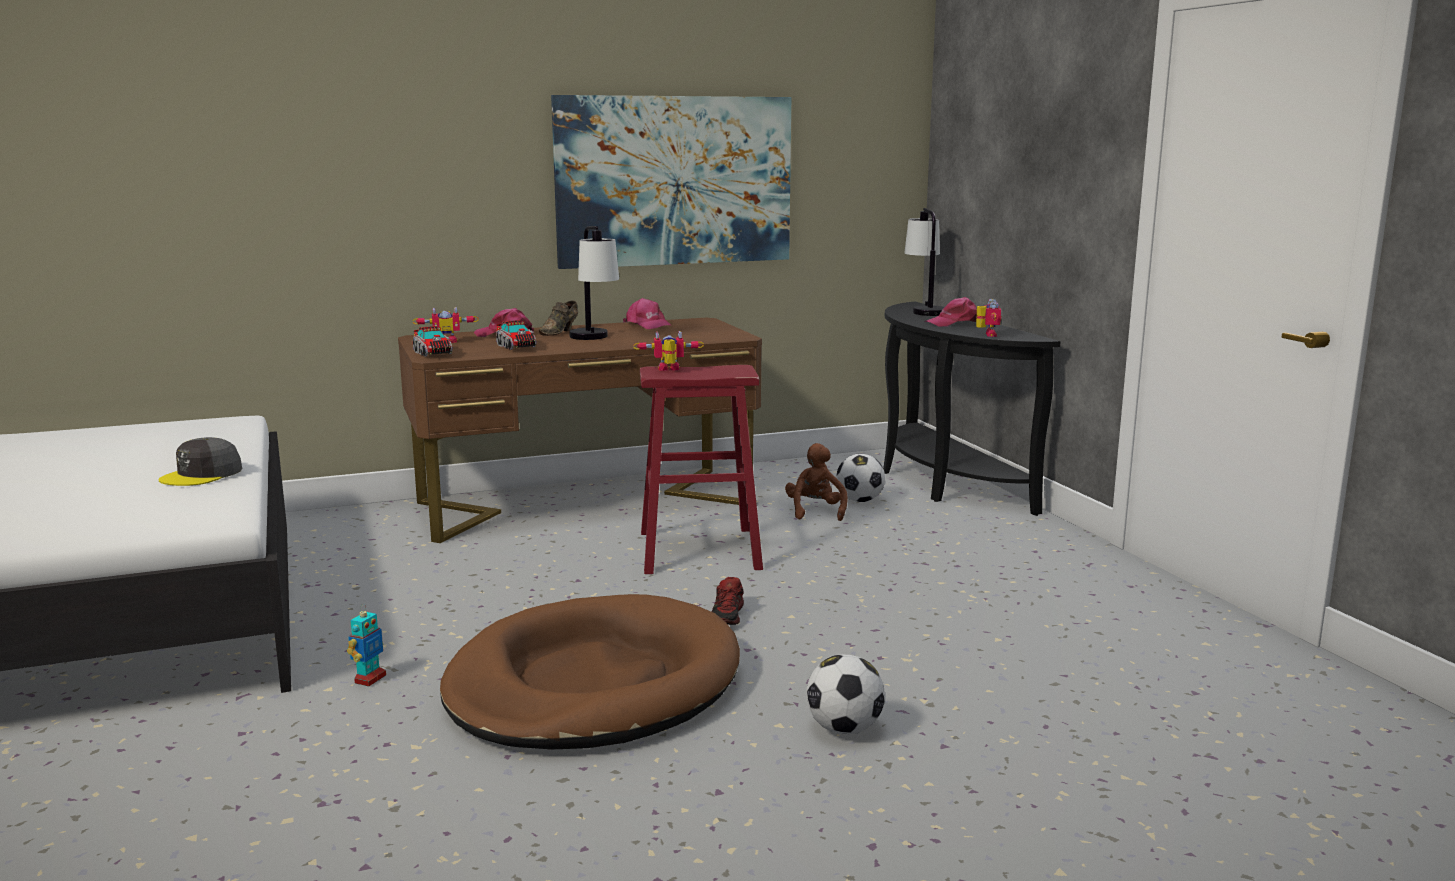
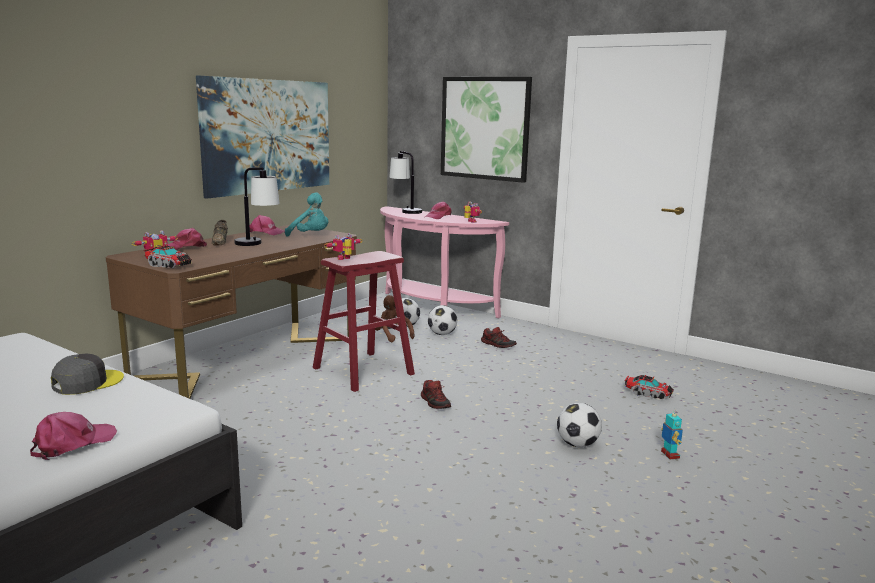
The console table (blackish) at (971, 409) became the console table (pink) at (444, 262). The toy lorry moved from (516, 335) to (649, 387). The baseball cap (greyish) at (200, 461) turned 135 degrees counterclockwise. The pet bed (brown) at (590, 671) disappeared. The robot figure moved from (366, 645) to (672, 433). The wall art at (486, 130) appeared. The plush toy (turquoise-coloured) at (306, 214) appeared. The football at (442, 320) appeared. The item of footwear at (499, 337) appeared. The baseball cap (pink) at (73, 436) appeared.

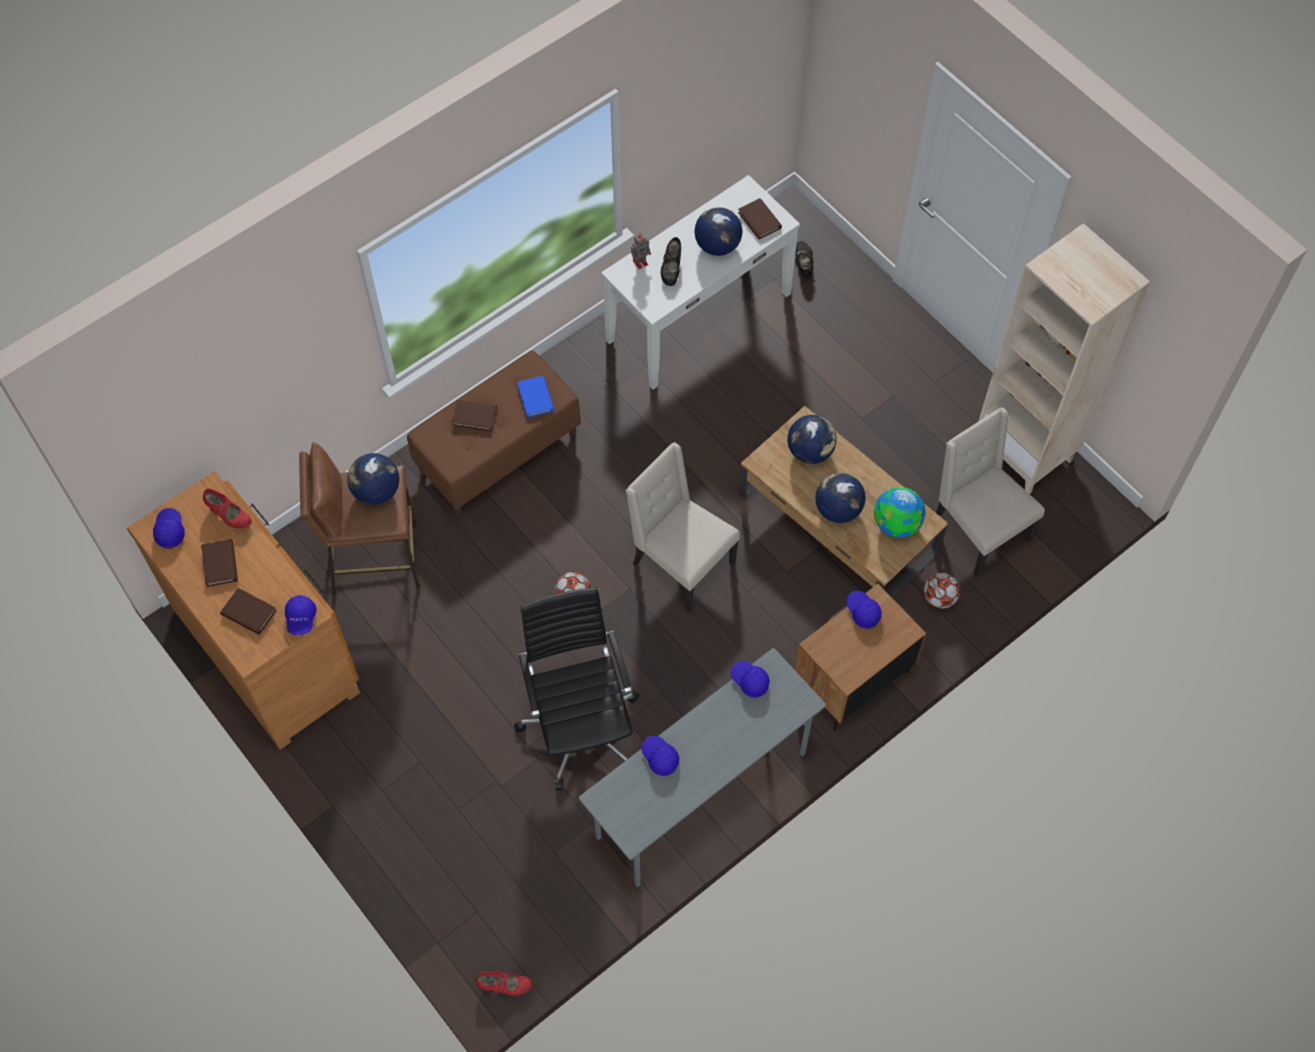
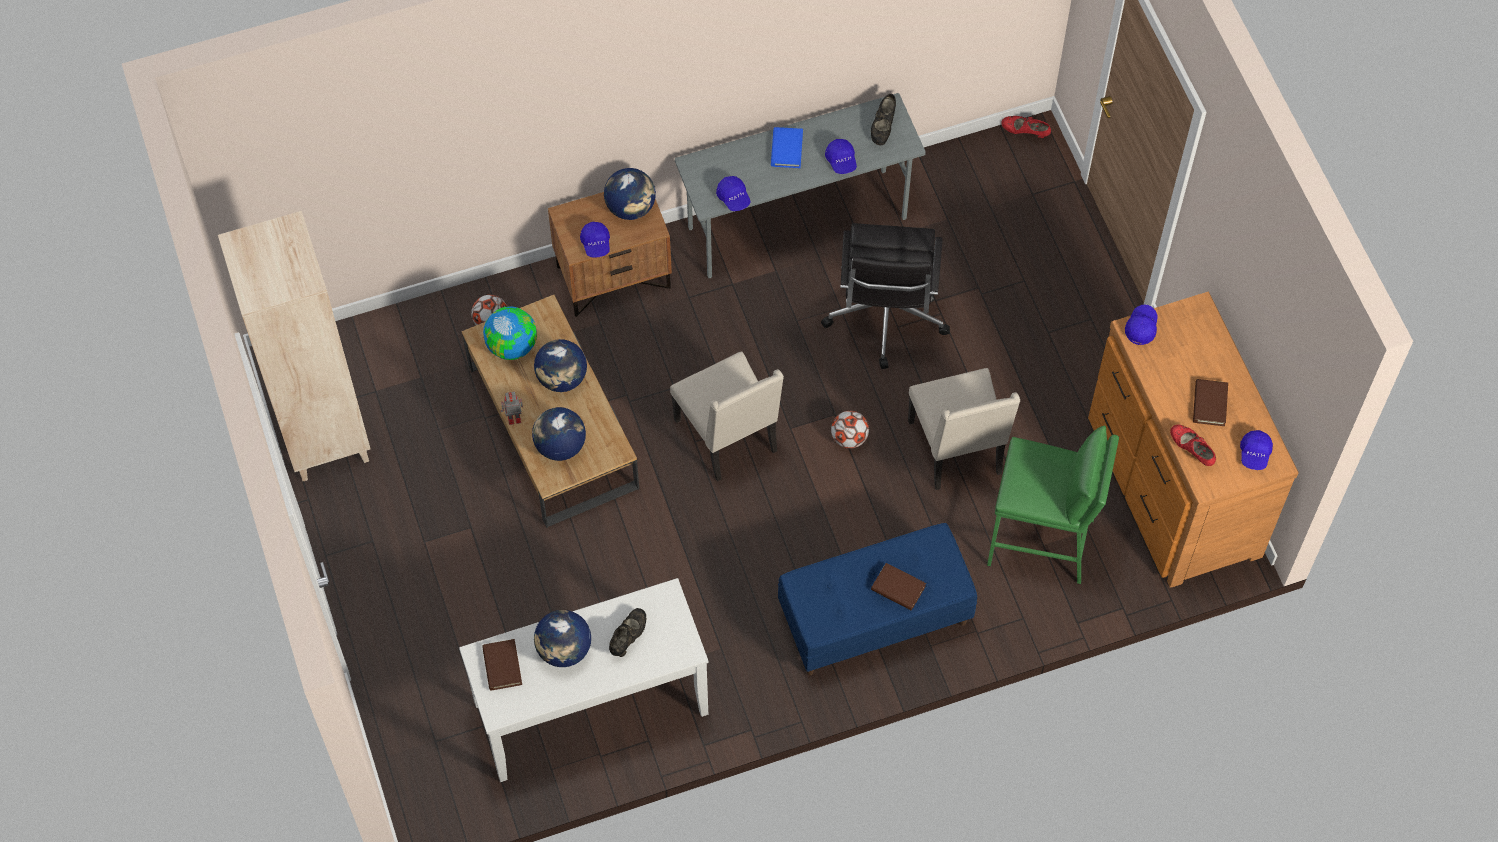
The robot figure moved from (641, 251) to (511, 408). The item of footwear (blackish) moved from (804, 260) to (883, 119). The long seat (brown) at (494, 433) became the long seat (blue-coloured) at (877, 599). The bound book (blue-coloured) moved from (535, 397) to (787, 147). The chair (sand-coloured) moved from (990, 492) to (964, 429). The stool (brown) at (359, 518) became the stool (green) at (1053, 505). The globe moved from (373, 479) to (630, 194). The bound book (brown) at (248, 611) disappeared.

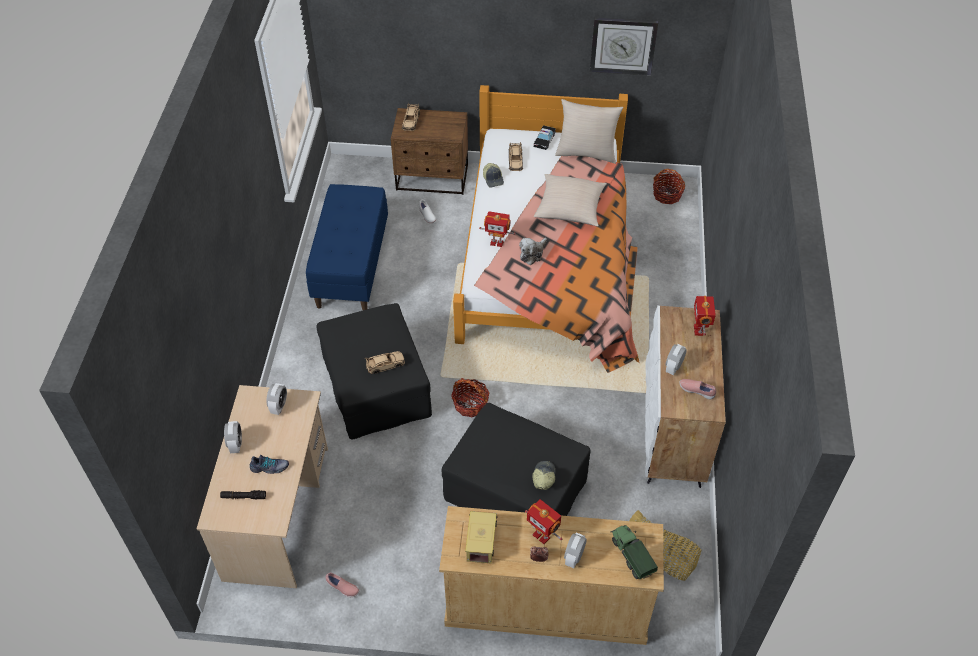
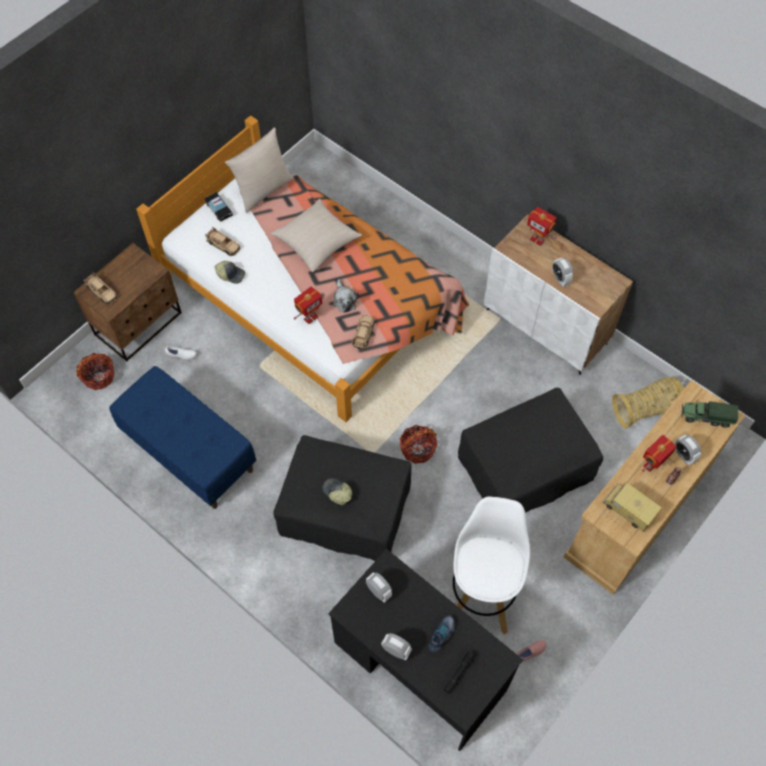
The wall clock at (624, 46) disappeared. The household basket moved from (669, 186) to (95, 371). The miniature car (sand-coloured) moved from (385, 362) to (363, 332). The item of footwear (pink) at (697, 389) disappeared. The desk unit (sand-coloured) at (262, 486) became the desk unit (blackish) at (425, 650). The baseball cap moved from (544, 475) to (337, 491). The robot figure at (543, 521) turned 150 degrees clockwise. The stool (white) at (491, 565) appeared.

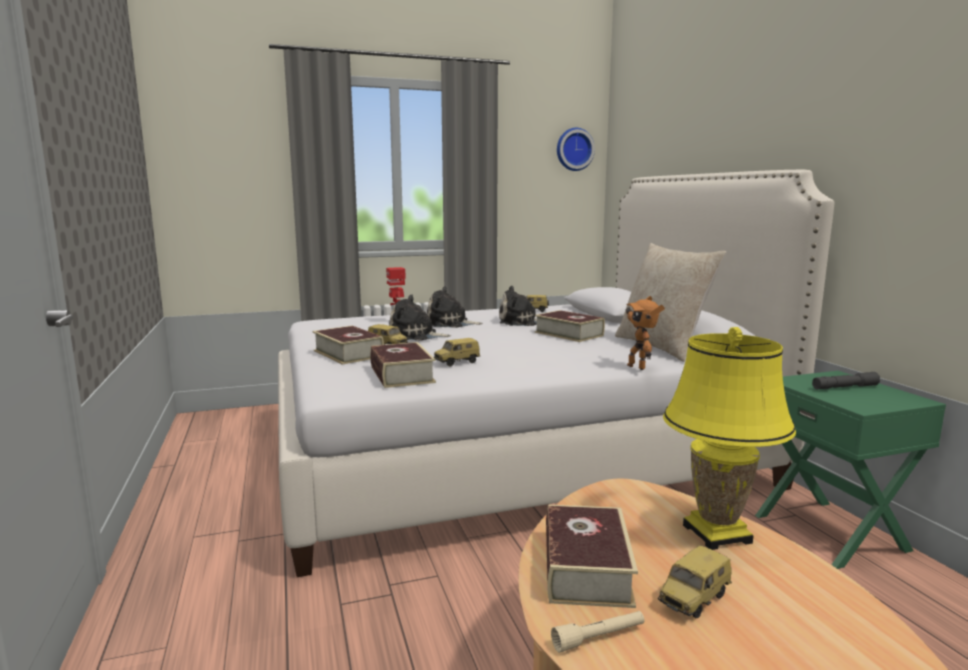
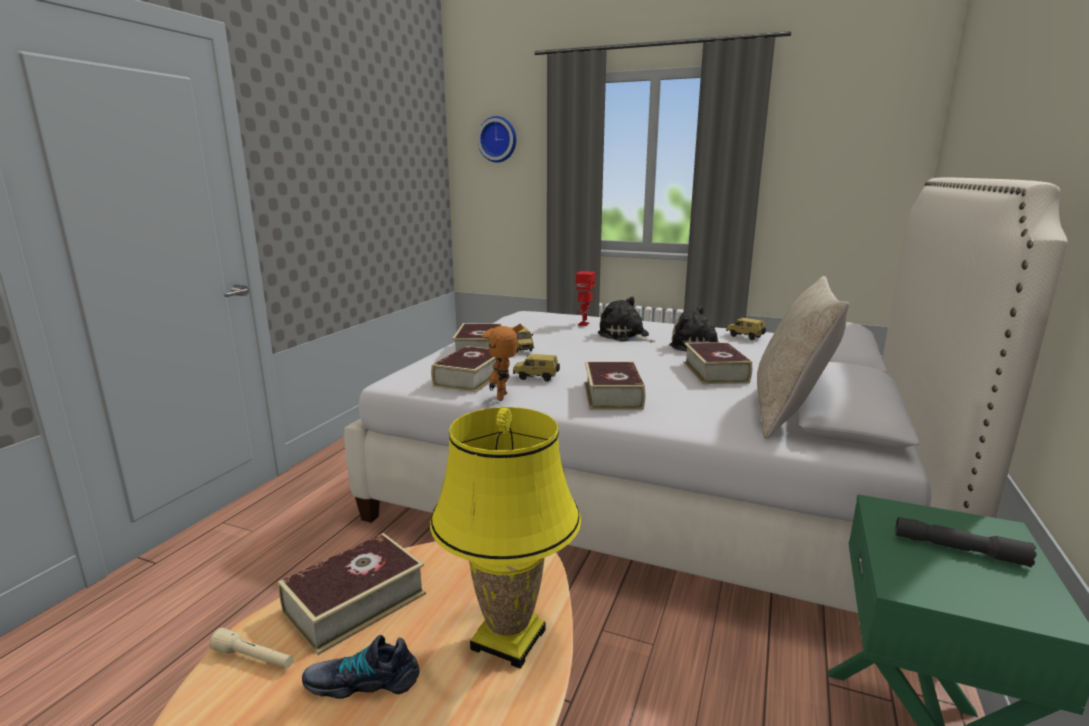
The wall clock moved from (576, 149) to (496, 139). The plush toy at (420, 318) disappeared. The robot figure moved from (645, 333) to (502, 362). The miniature car at (695, 582) was replaced by the item of footwear at (360, 667). The bound book at (615, 385) appeared.

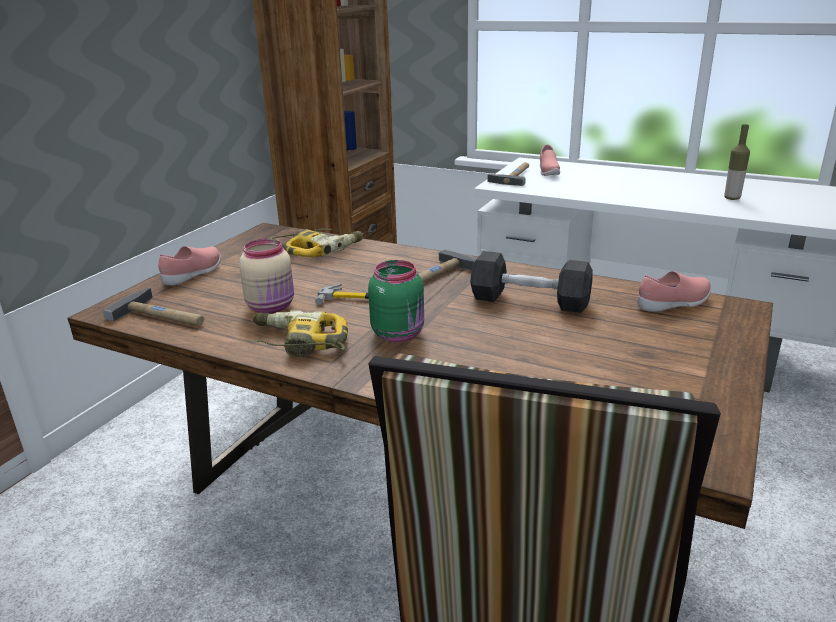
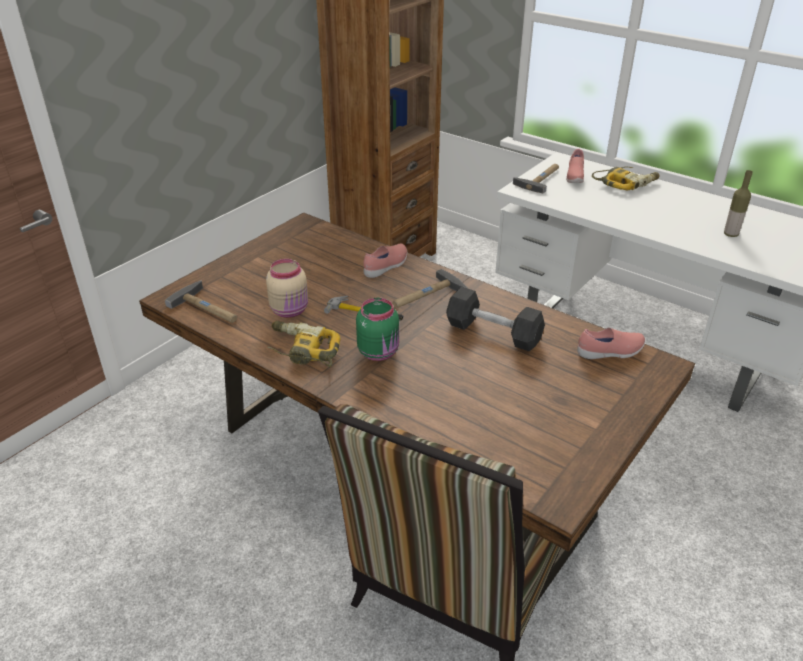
The power drill moved from (317, 242) to (626, 178). The item of footwear (pink) moved from (189, 265) to (385, 260).

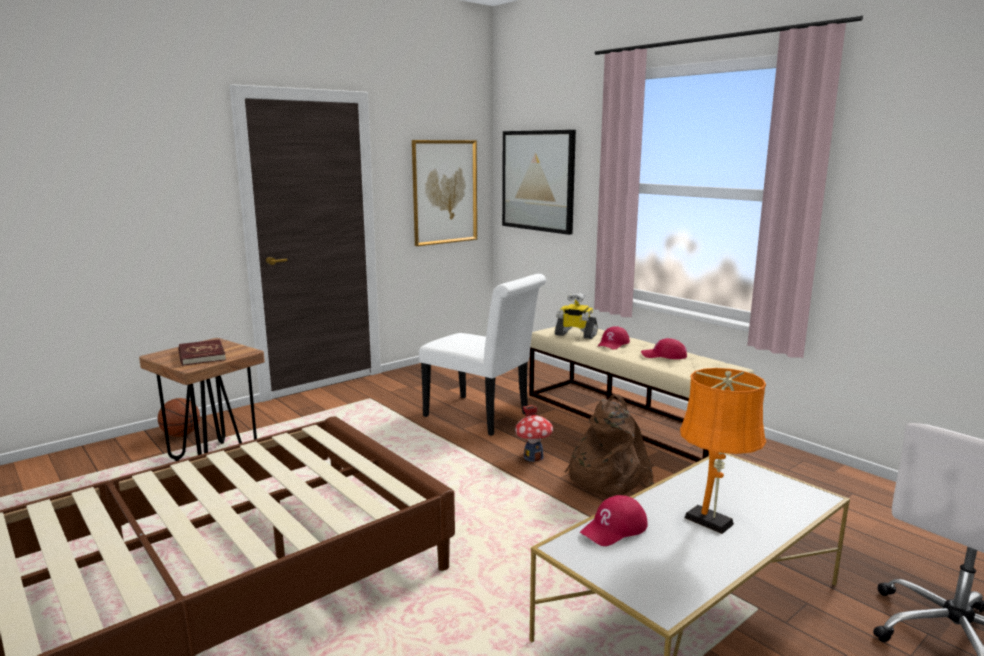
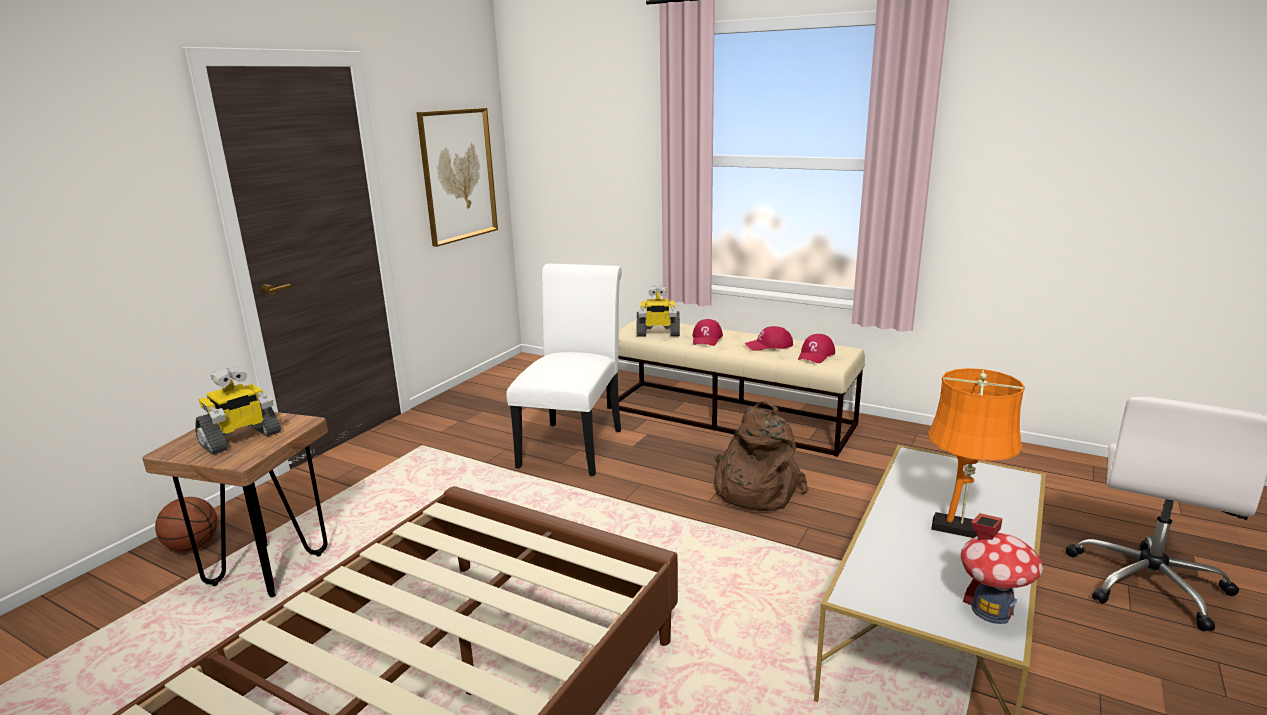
The wall art at (539, 182) disappeared. The chair (white) at (482, 355) turned 90 degrees counterclockwise. The bound book (red-coloured) at (202, 352) was replaced by the robot figure at (238, 411). The miniature house moved from (534, 433) to (1002, 568). The baseball cap (red-coloured) moved from (614, 520) to (816, 348).

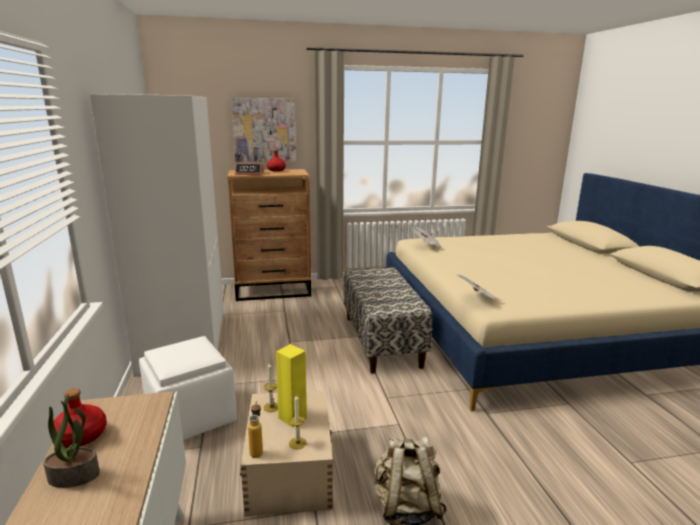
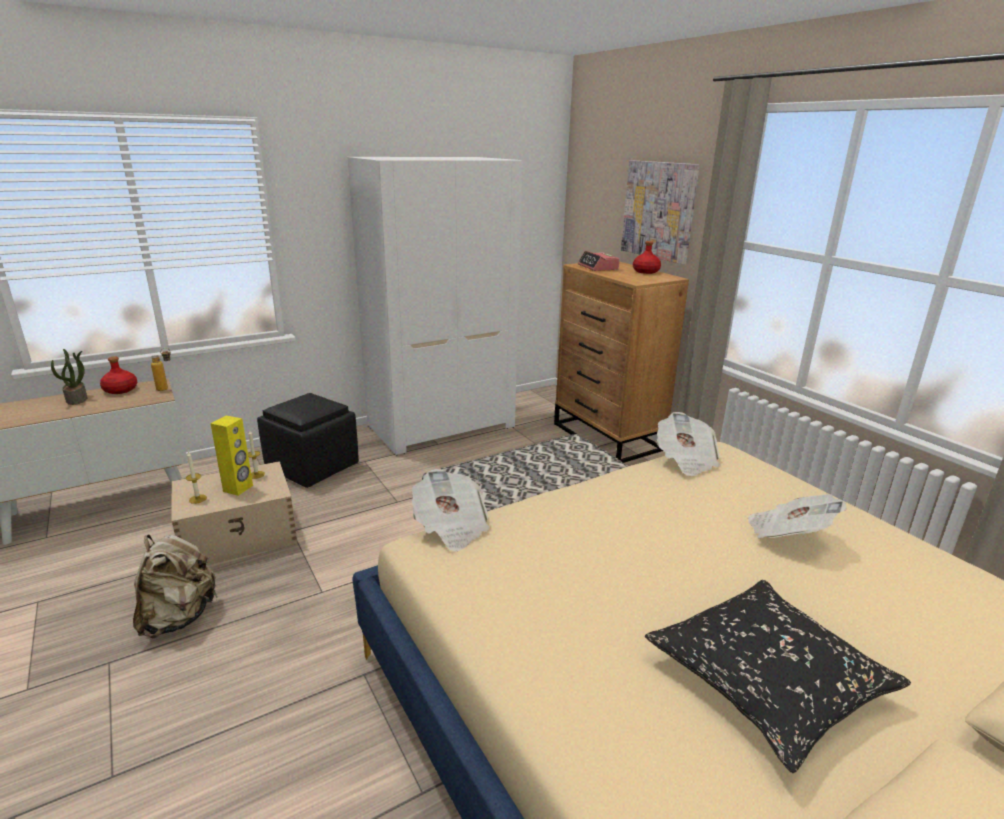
The ottoman (white) at (188, 388) became the ottoman (blackish) at (308, 440). The bottle moved from (255, 429) to (161, 369). The daily paper at (797, 516) appeared. The cushion (blackish) at (778, 676) appeared.

